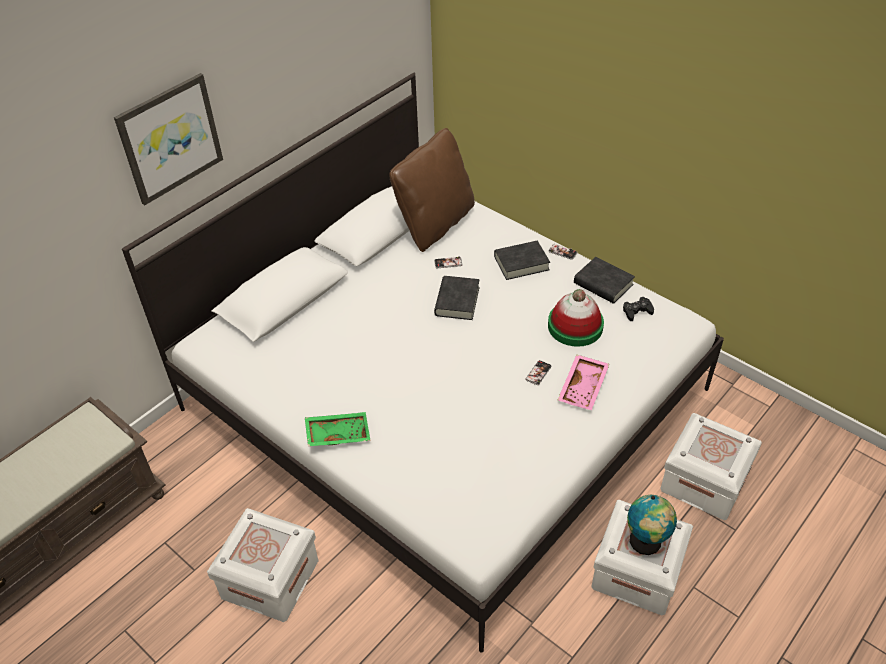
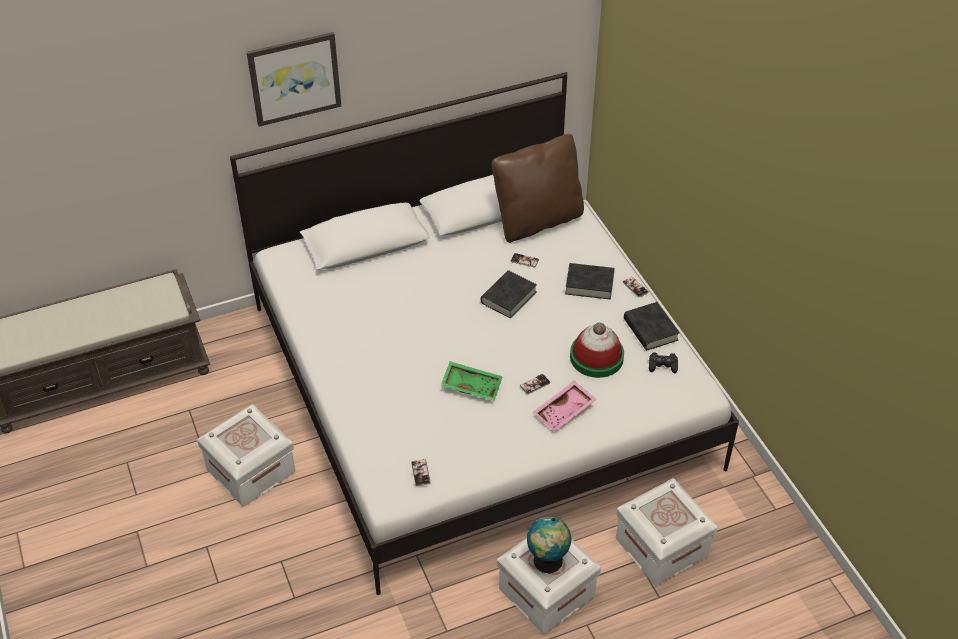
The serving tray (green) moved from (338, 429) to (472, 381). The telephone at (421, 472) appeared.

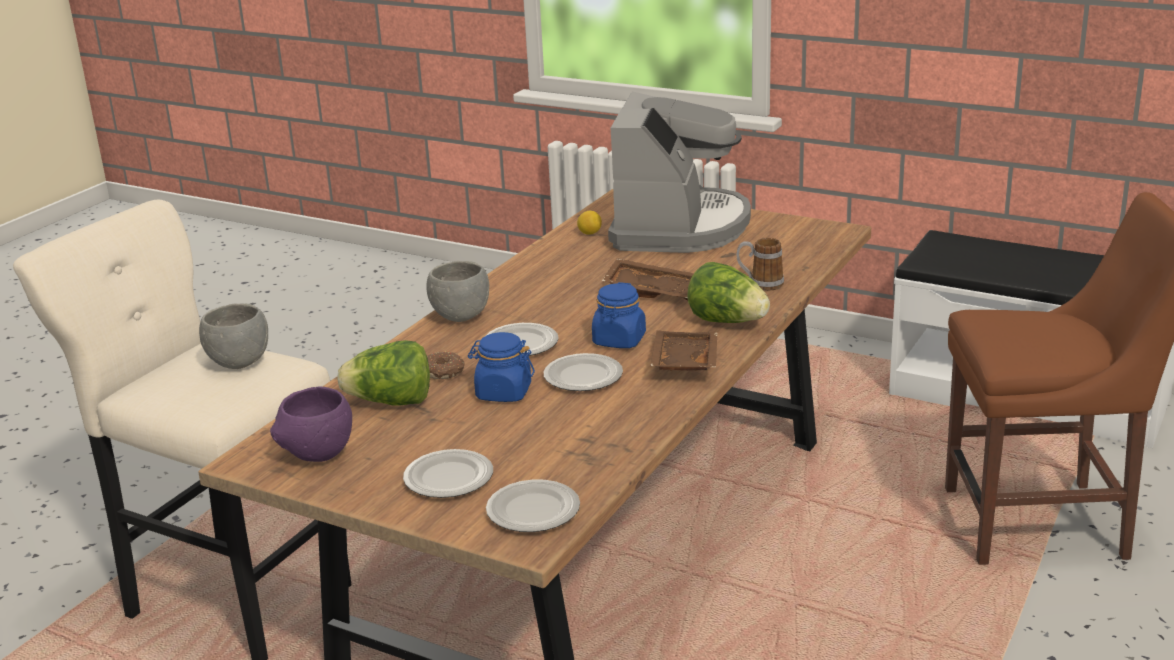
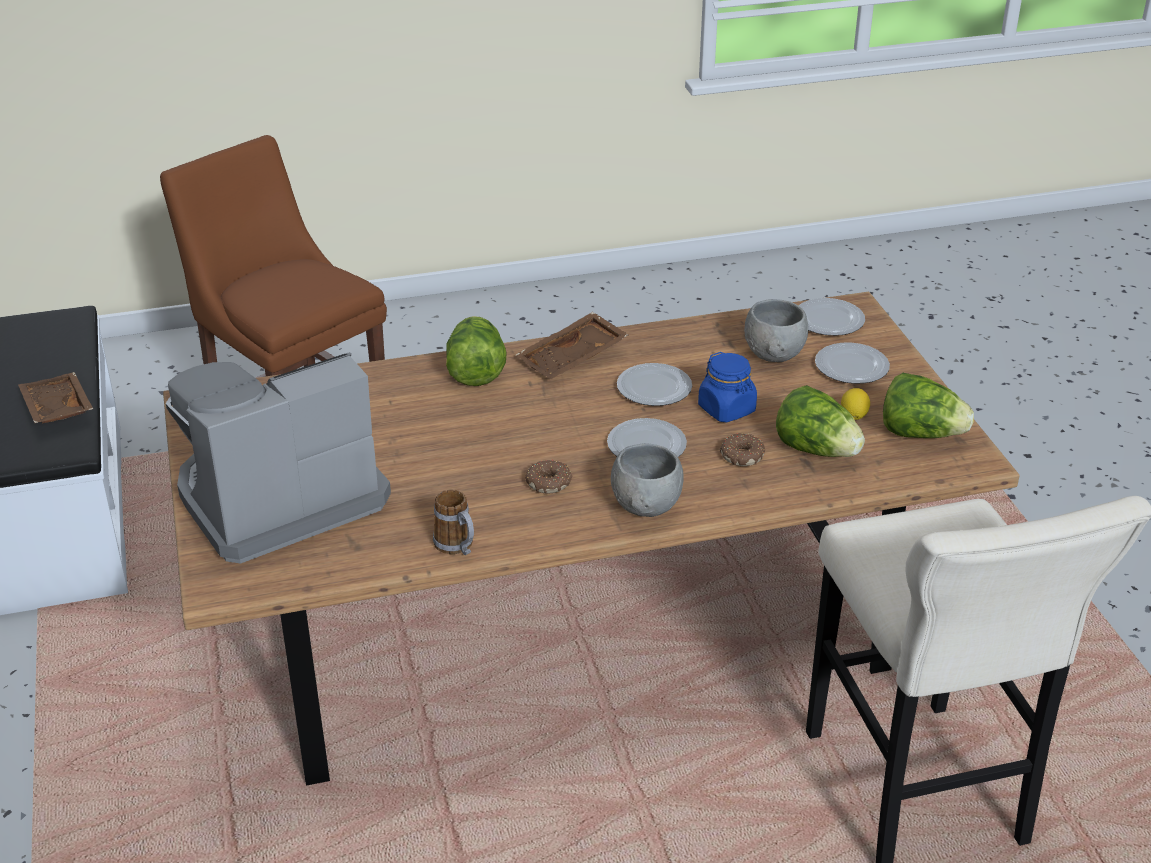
The whole lemon moved from (589, 223) to (855, 404). The coffee mug moved from (760, 264) to (453, 522). The serving tray (brown) moved from (648, 279) to (55, 398). The storage jar (blue-coloured) at (619, 315) disappeared. The deep dish (greyish) moved from (233, 336) to (776, 330). The deep dish (purple-coloured) at (311, 424) was replaced by the lettuce at (928, 405). The doughnut at (549, 477) appeared.

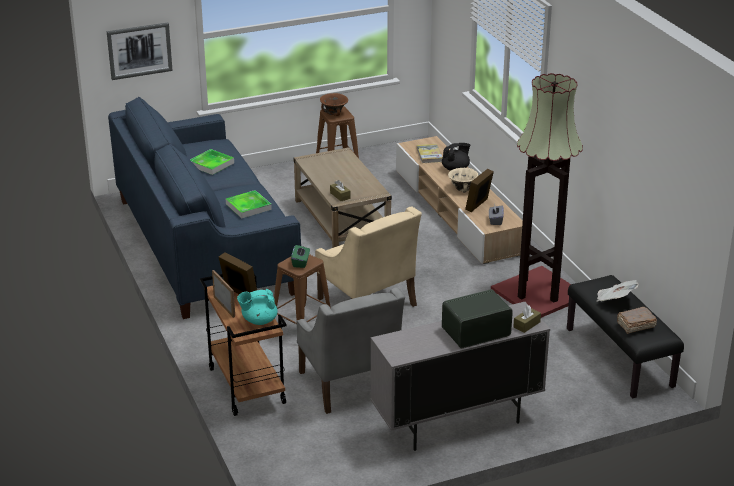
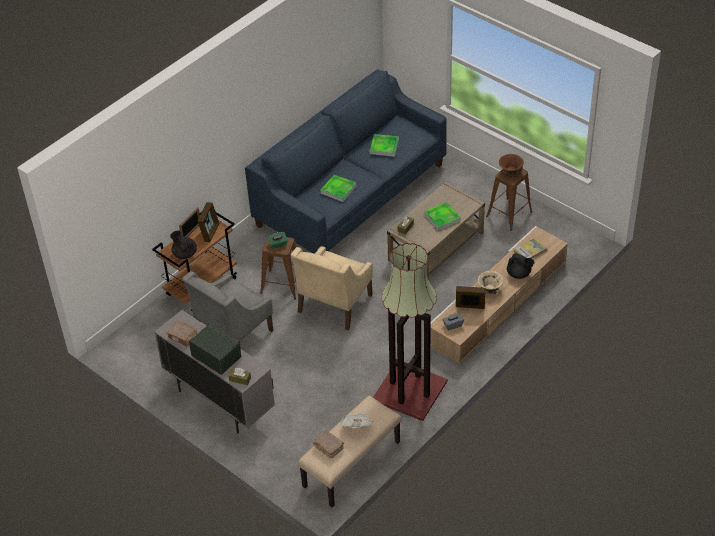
The wall art at (140, 51) disappeared. The long seat (blackish) at (625, 337) became the long seat (sand-coloured) at (350, 451). The tea pot (turquoise-coloured) at (257, 307) became the tea pot (blackish) at (183, 244). The serving tray at (442, 216) appeared. The bound book (brown) at (181, 334) appeared.

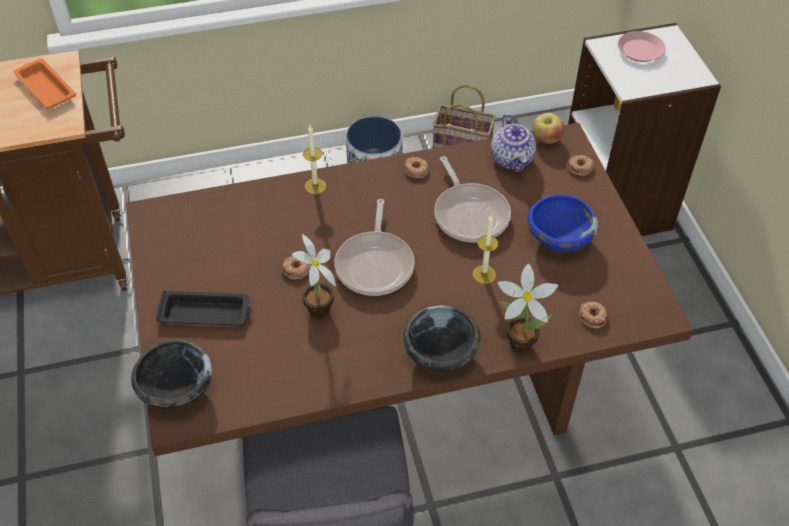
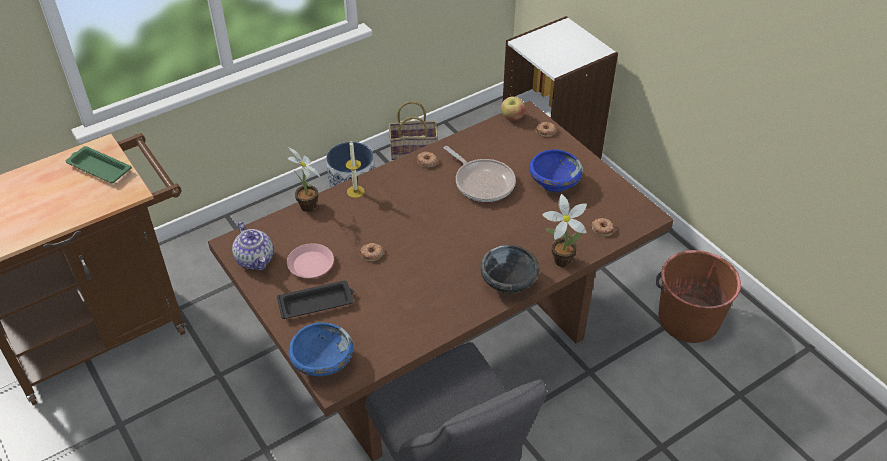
The flat dish (pink) moved from (641, 46) to (310, 260). The serving tray (orange-coloured) at (44, 84) became the serving tray (green) at (99, 164). The tea pot moved from (513, 143) to (252, 246). The frying pan at (375, 247) disappeared. The wax light at (485, 249) disappeared. The plant in a pot moved from (314, 276) to (304, 179). The deep dish (blackish) at (171, 374) became the deep dish (blue-coloured) at (320, 349). The pail (brown) at (698, 296) appeared.

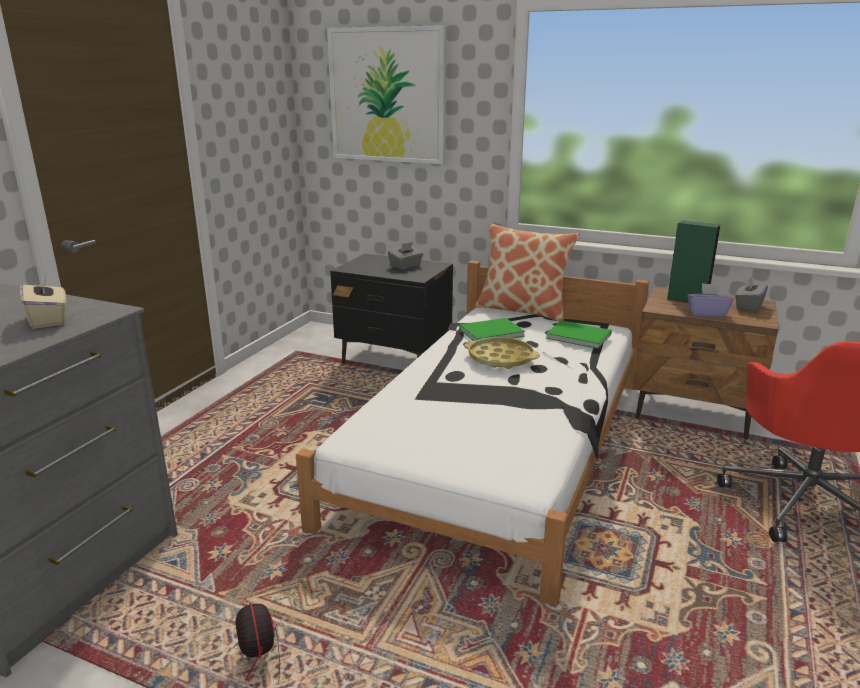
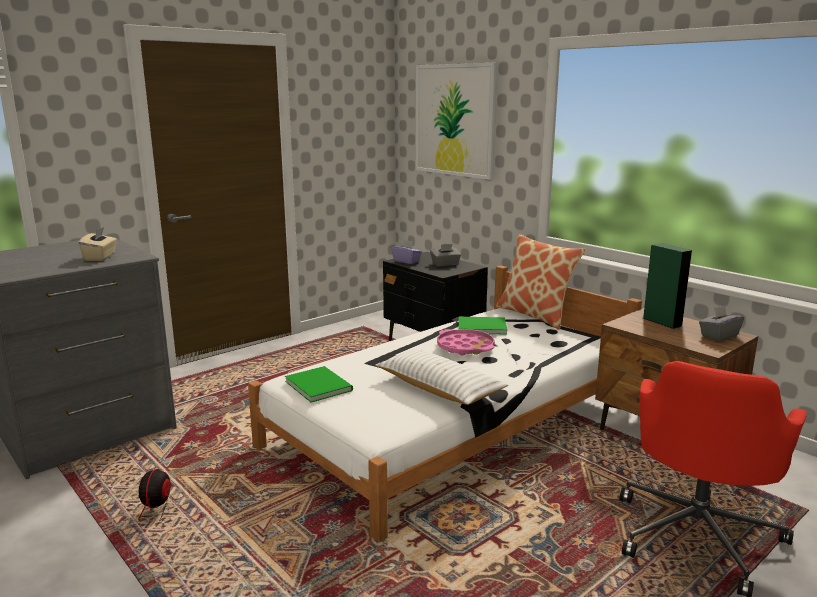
The tissue holder (purple-coloured) moved from (710, 300) to (406, 252). The bound book (green) moved from (579, 335) to (319, 384). The serving tray (yellow) at (502, 353) became the serving tray (pink) at (466, 342). The cushion (white) at (441, 377) appeared.

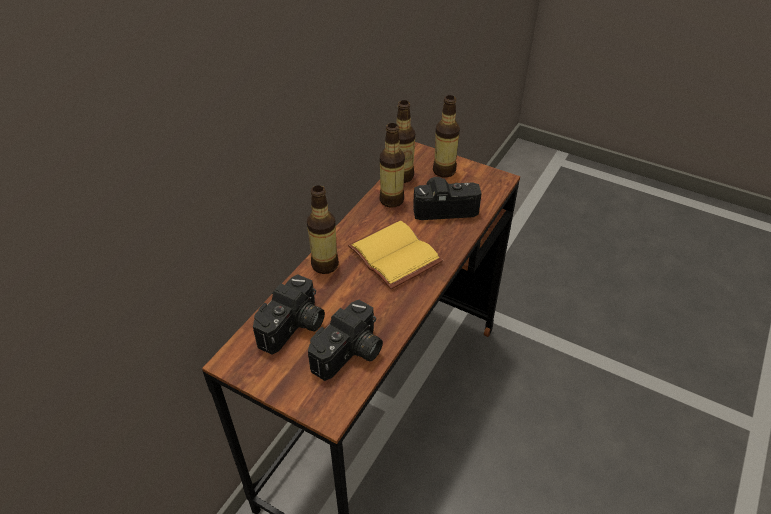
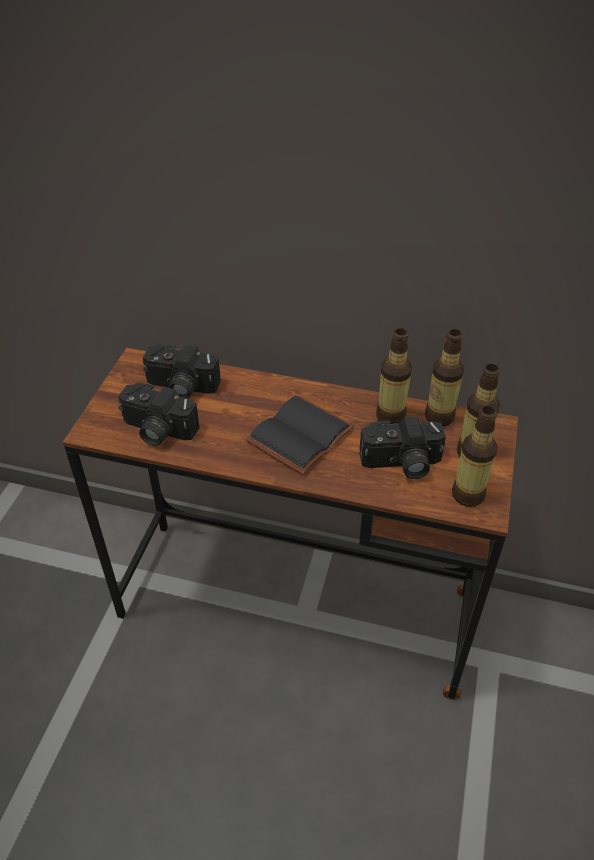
The photo camera at (447, 198) turned 105 degrees clockwise. The bottle moved from (323, 229) to (475, 456). The bound book (yellow) at (395, 254) became the bound book (blackish) at (299, 435).

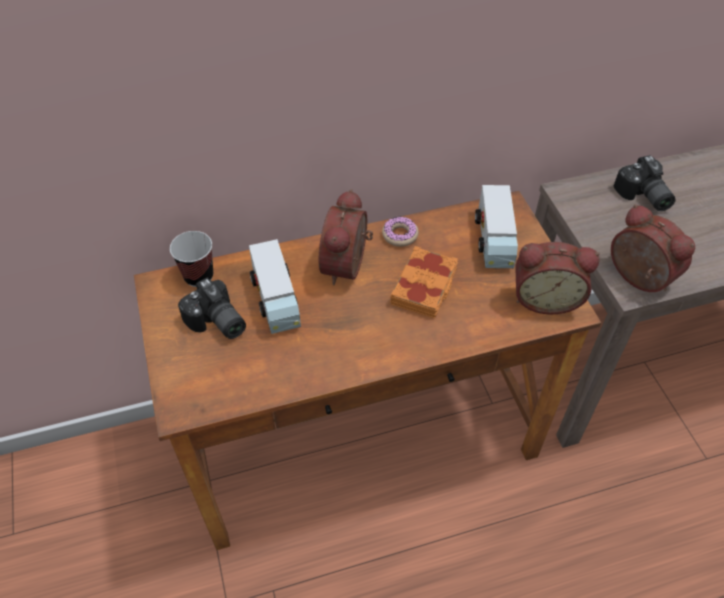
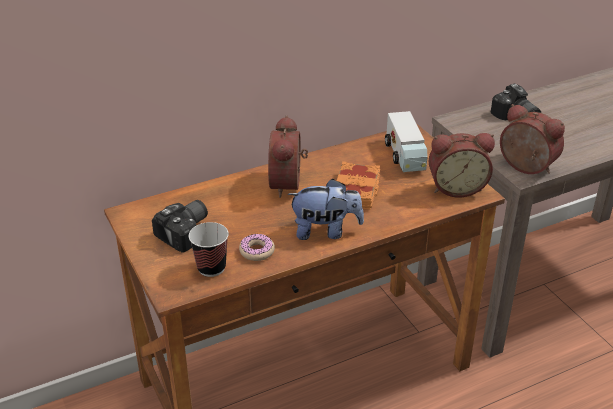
The doughnut moved from (400, 232) to (257, 247). The drinking cup moved from (191, 259) to (209, 249). The toy lorry at (275, 286) disappeared. The photo camera at (212, 308) turned 90 degrees counterclockwise. The plush toy at (325, 209) appeared.

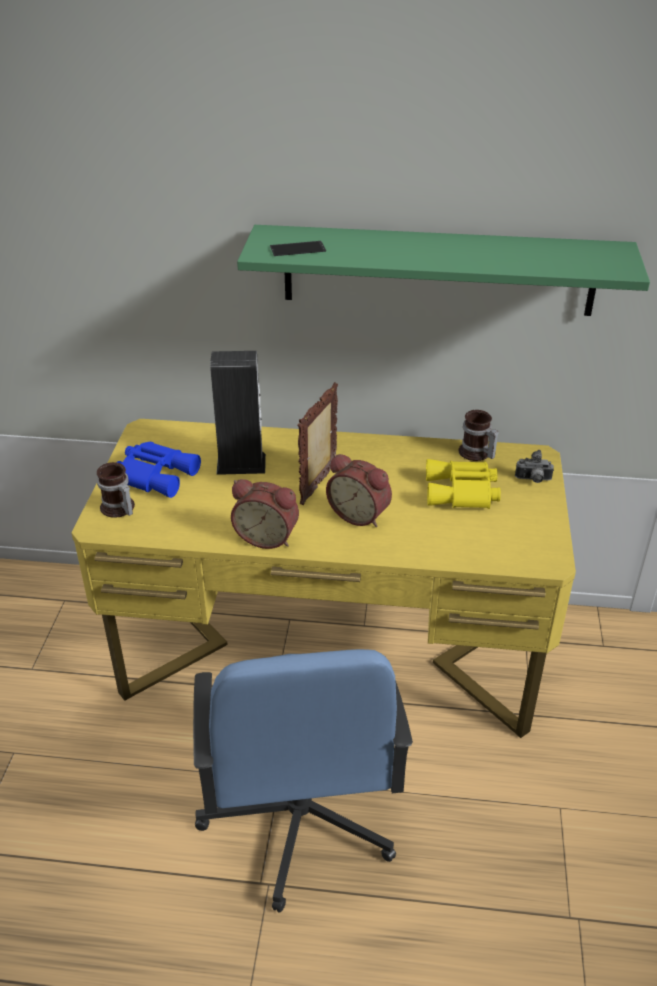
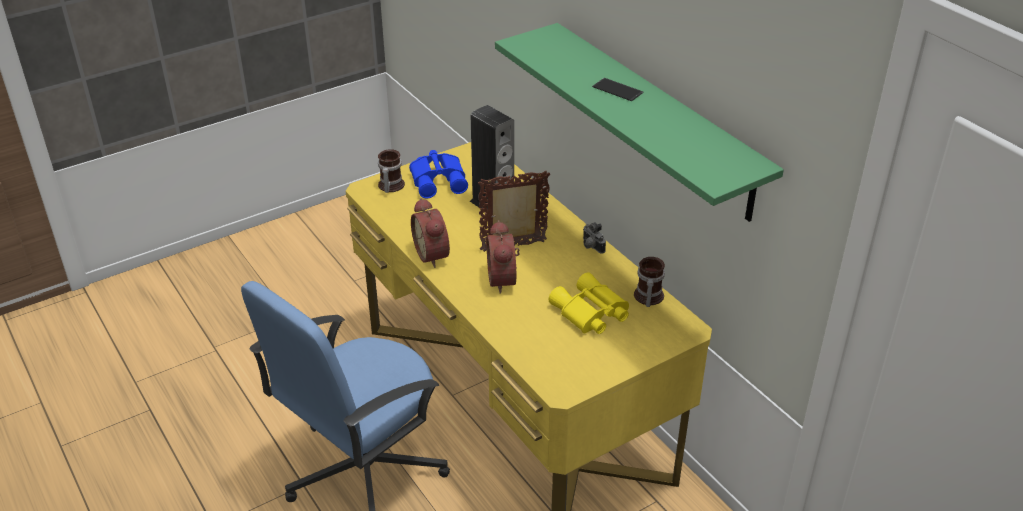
The telephone moved from (298, 248) to (618, 89). The photo camera moved from (534, 466) to (594, 237).

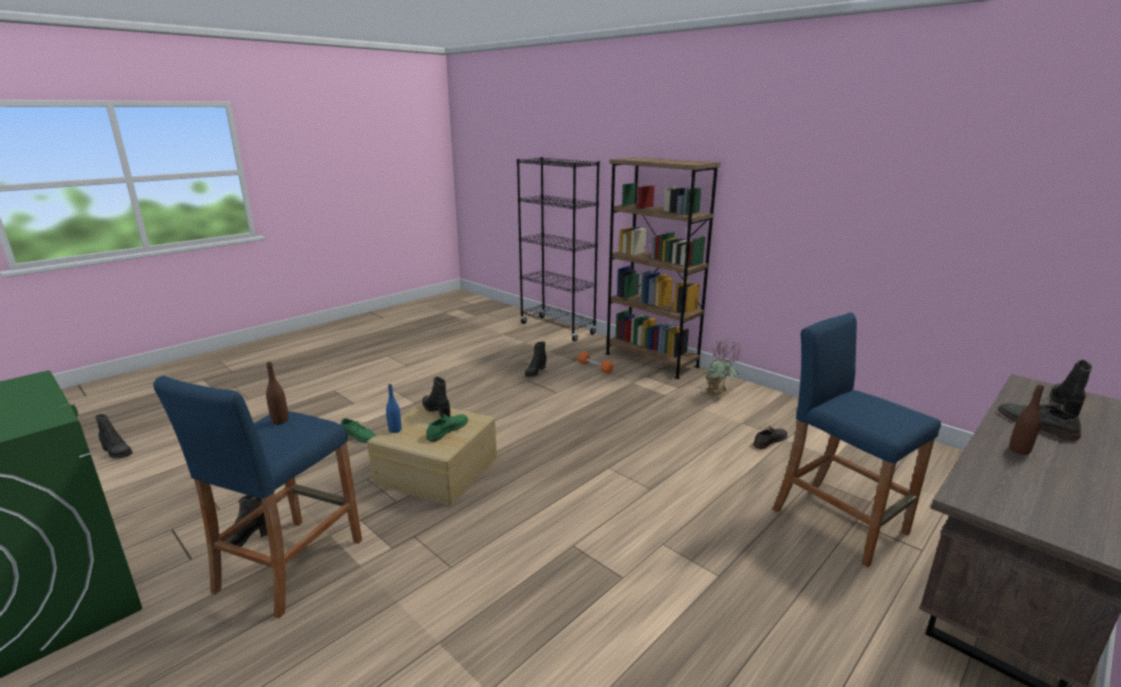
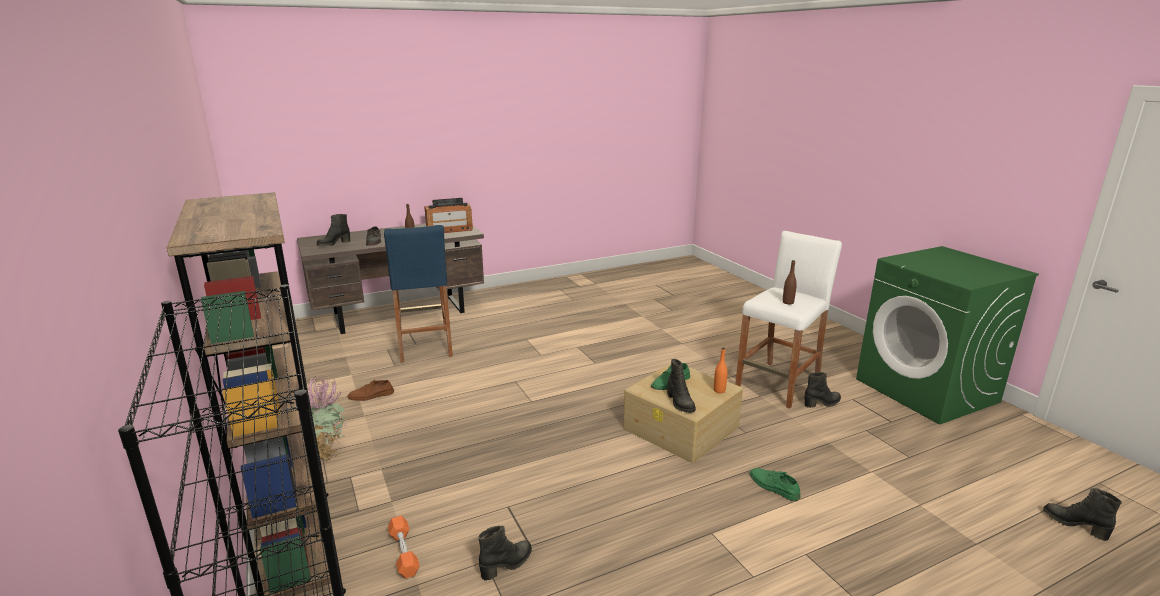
The stool (blue-coloured) at (257, 497) became the stool (white) at (788, 320). The bottle (blue-coloured) at (394, 408) became the bottle (orange-coloured) at (721, 370). The item of footwear (greyish) at (770, 437) became the item of footwear (brown) at (370, 390). The radio set at (448, 215) appeared.

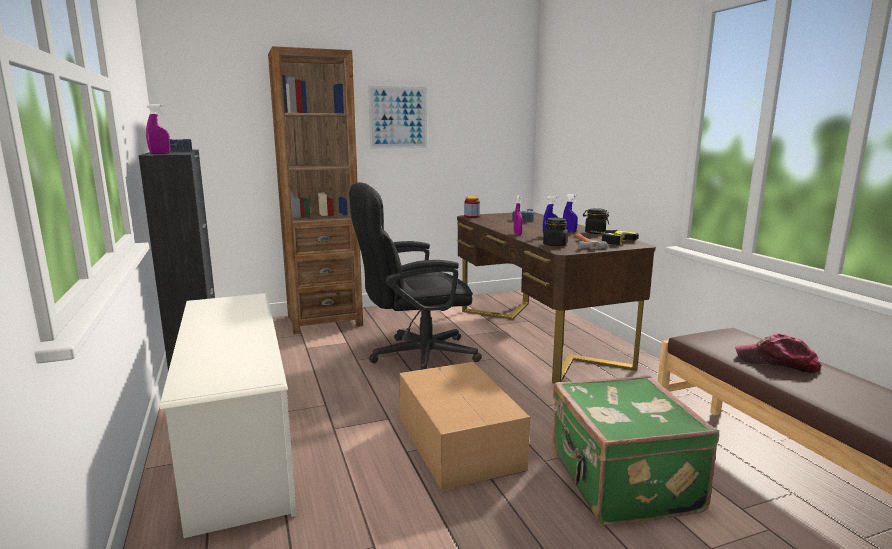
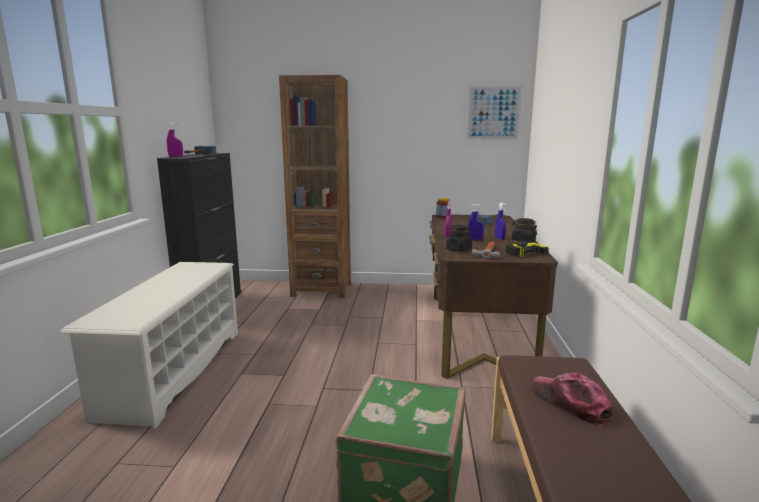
The wall art moved from (397, 117) to (494, 113). The office chair (blackish) at (416, 276) disappeared. The cardboard box at (464, 426) disappeared.

